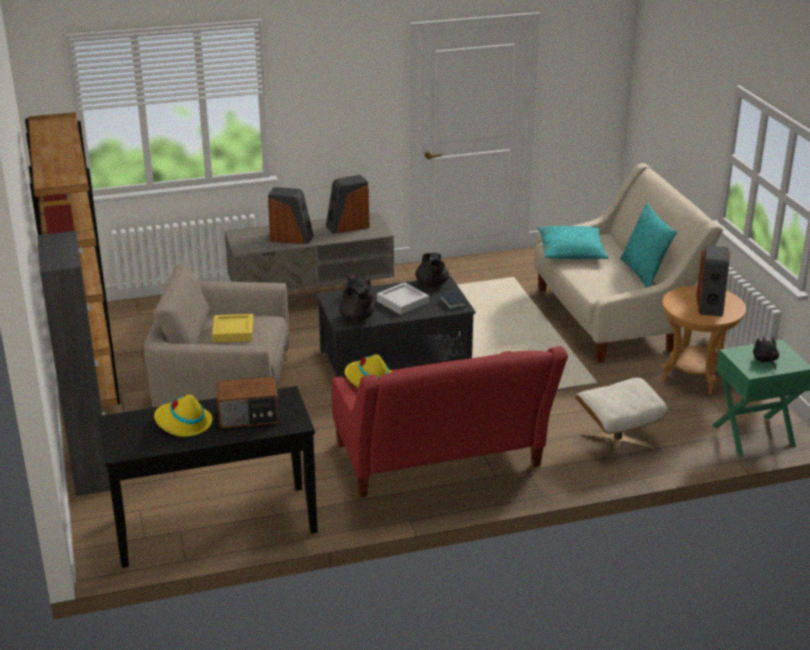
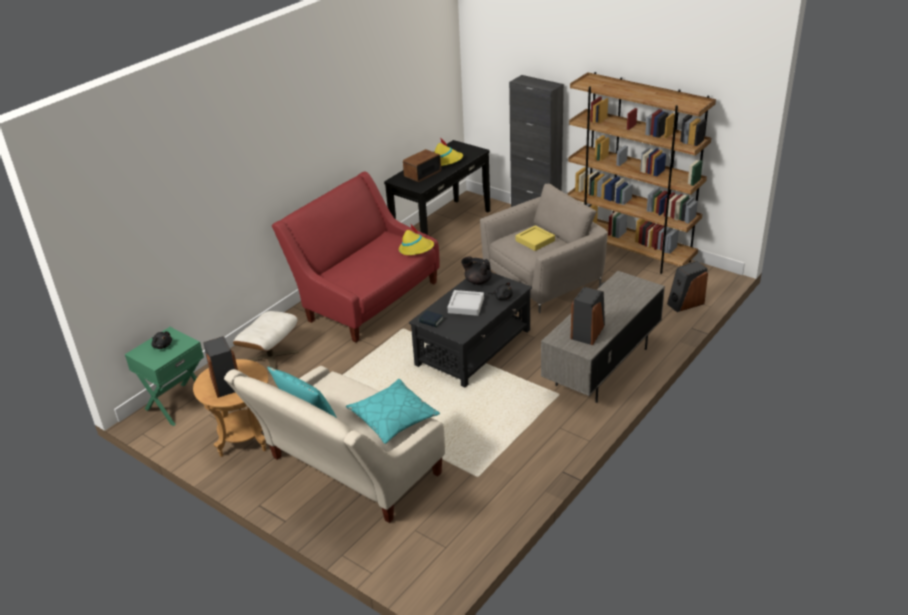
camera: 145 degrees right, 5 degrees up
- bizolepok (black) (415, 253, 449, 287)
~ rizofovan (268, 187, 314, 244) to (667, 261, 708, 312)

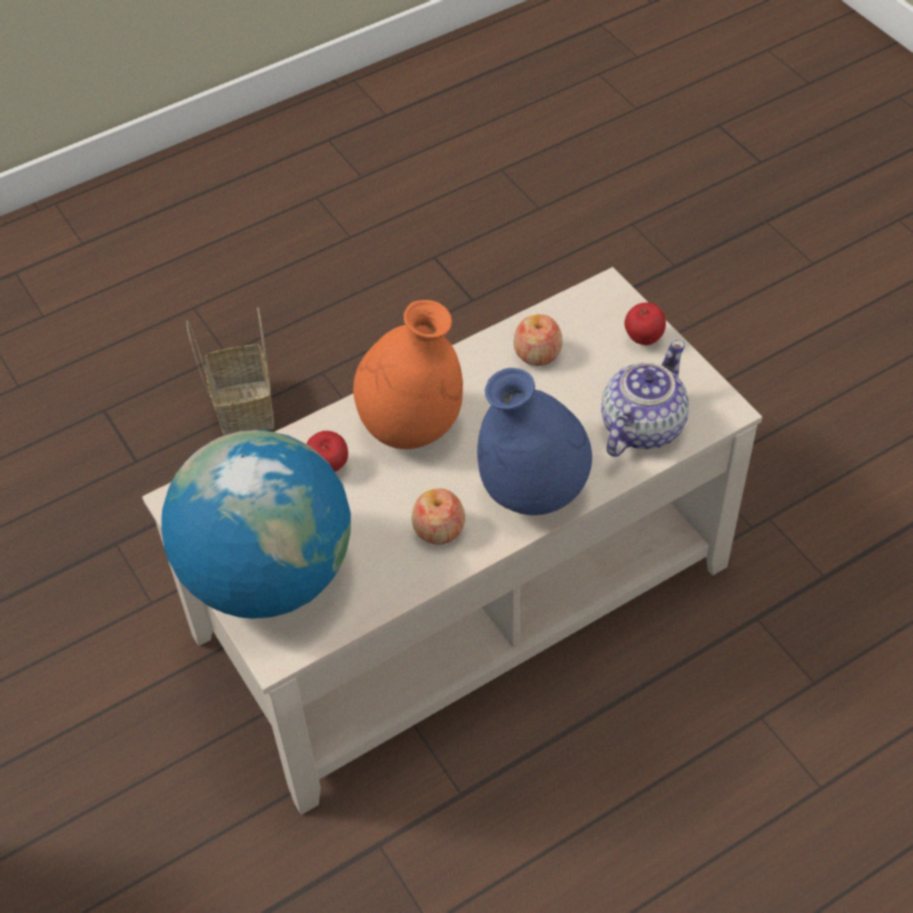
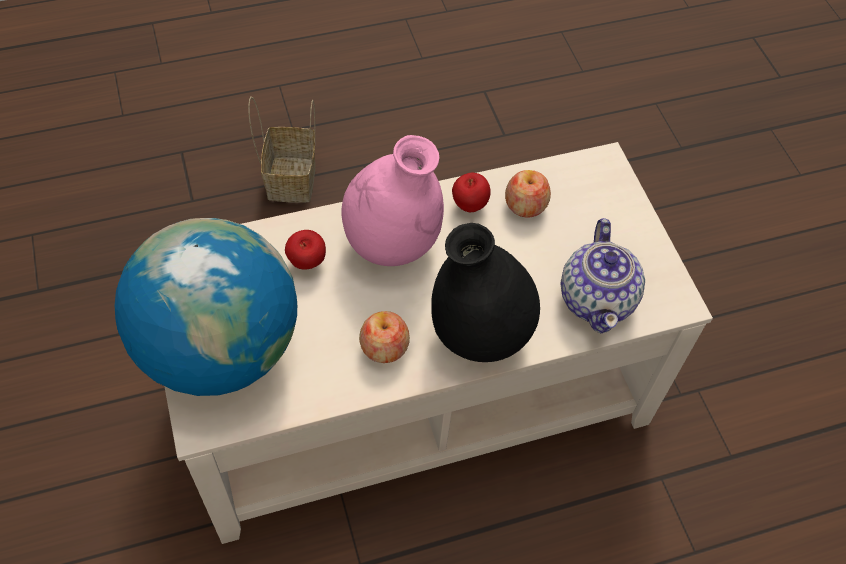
camera: 10 degrees right, 5 degrees up
~ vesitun (624, 303, 666, 345) to (452, 173, 491, 212)
~ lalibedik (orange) (353, 300, 463, 449) to lalibedik (pink) (342, 135, 444, 266)
~ lalibedik (blue) (477, 368, 592, 515) to lalibedik (black) (431, 223, 540, 362)
~ bizolepok (601, 340, 689, 457) = (561, 218, 645, 333) 135 degrees clockwise

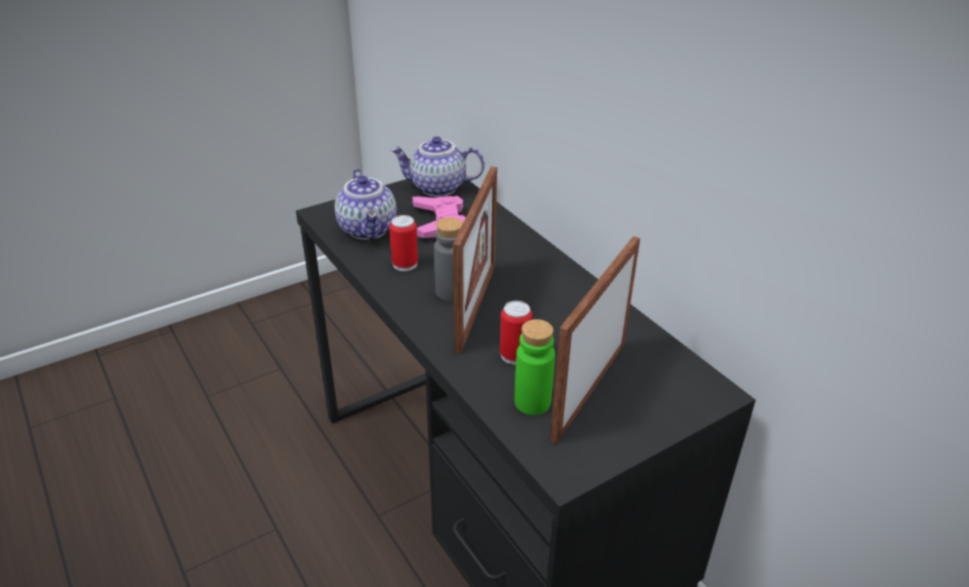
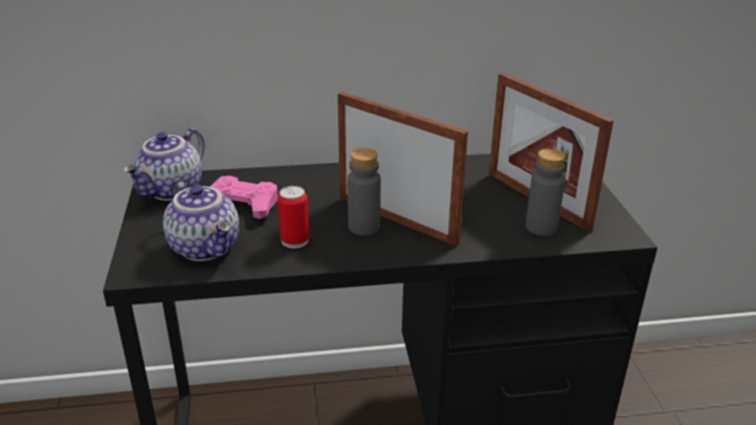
camera: 65 degrees left, 5 degrees down
- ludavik (500, 301, 532, 365)
~ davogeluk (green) (514, 319, 555, 415) to davogeluk (grey) (525, 149, 566, 236)
~ bizolepok (335, 169, 397, 240) = (163, 179, 239, 261) 45 degrees clockwise

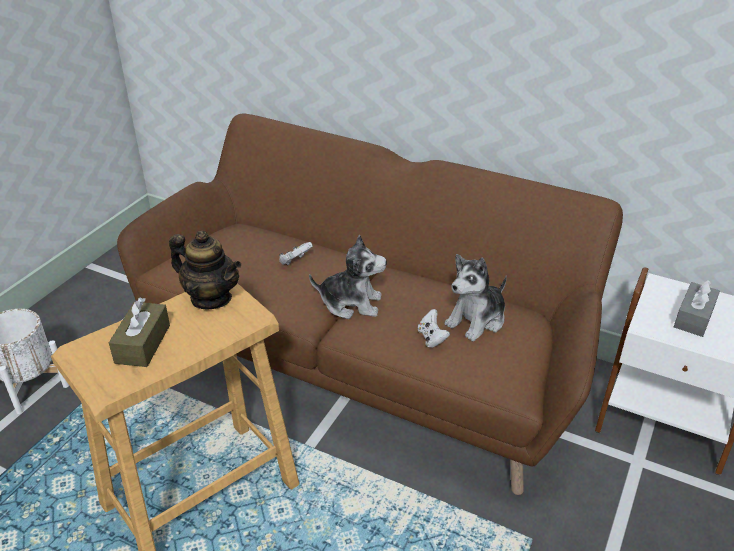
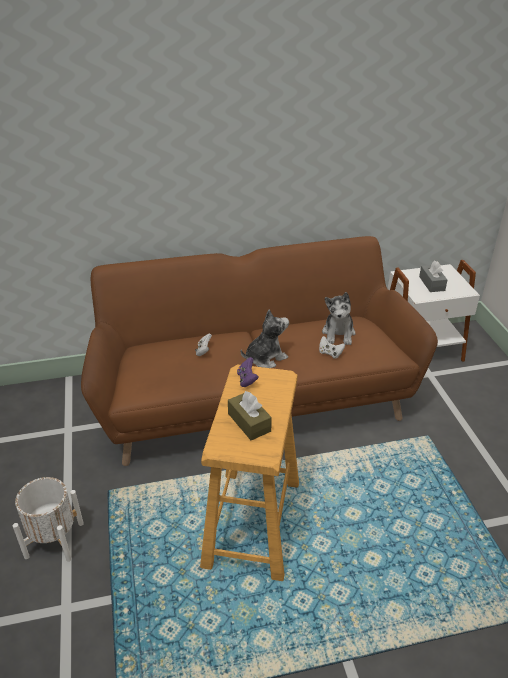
camera: 40 degrees left, 0 degrees up
~ bizolepok (169, 231, 241, 309) to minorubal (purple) (237, 357, 259, 387)

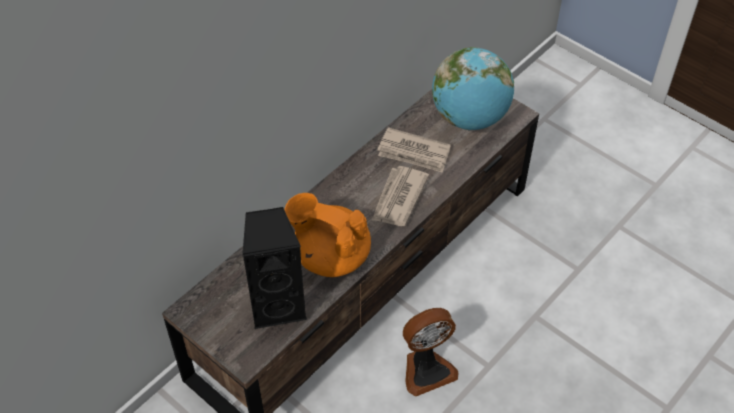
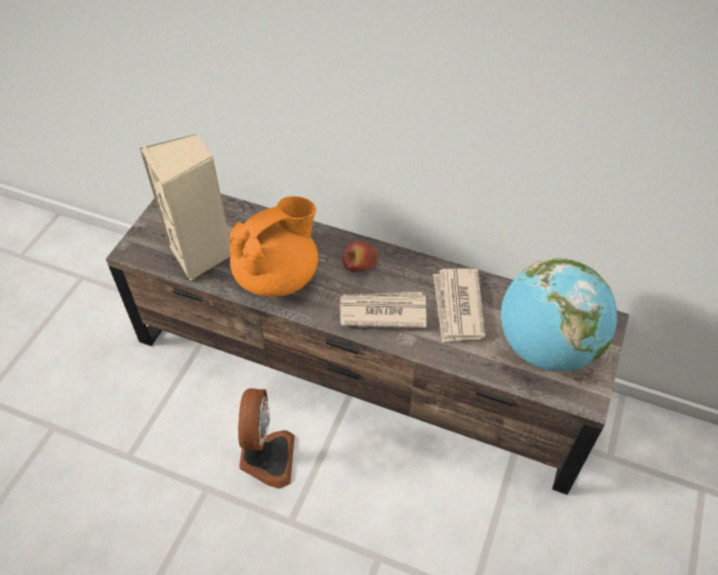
camera: 70 degrees right, 0 degrees up
+ vesitun (342, 241, 378, 272)
~ rizofovan (black) (242, 207, 307, 329) to rizofovan (beige) (140, 134, 231, 281)
~ bizolepok (orange) (285, 193, 371, 277) = (229, 196, 318, 297) 45 degrees clockwise
~ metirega (403, 308, 459, 396) = (238, 388, 295, 489) 135 degrees counterclockwise

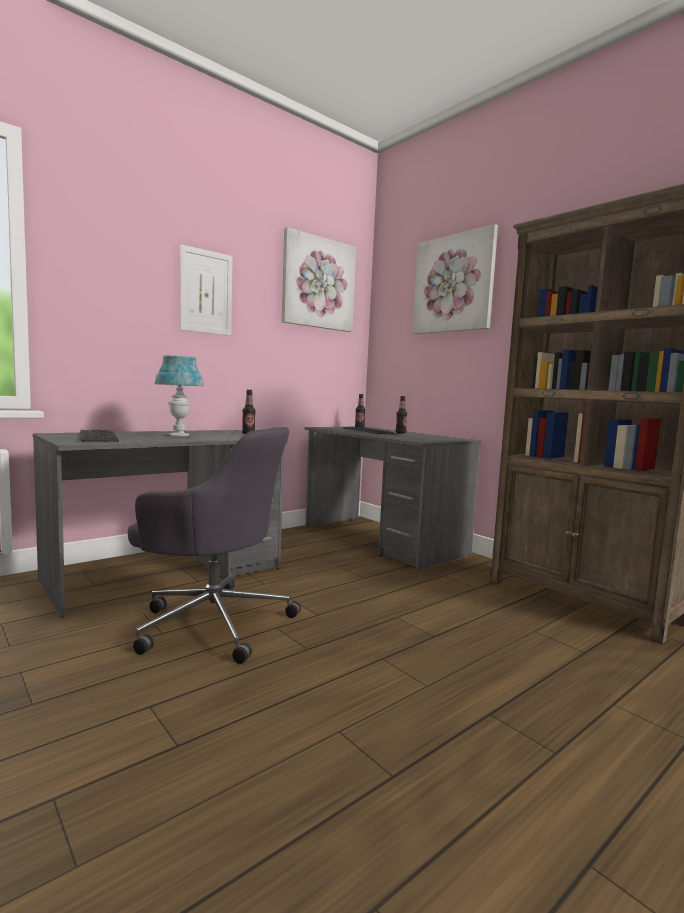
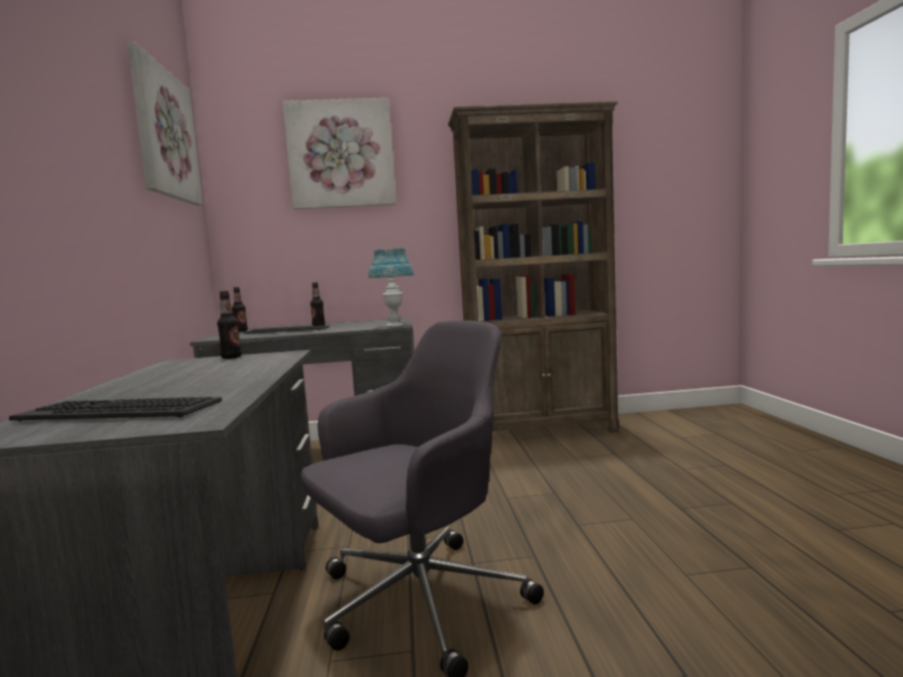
camera: 55 degrees left, 0 degrees up
- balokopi (180, 245, 233, 336)
~ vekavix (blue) (155, 356, 204, 437) to (368, 248, 414, 327)

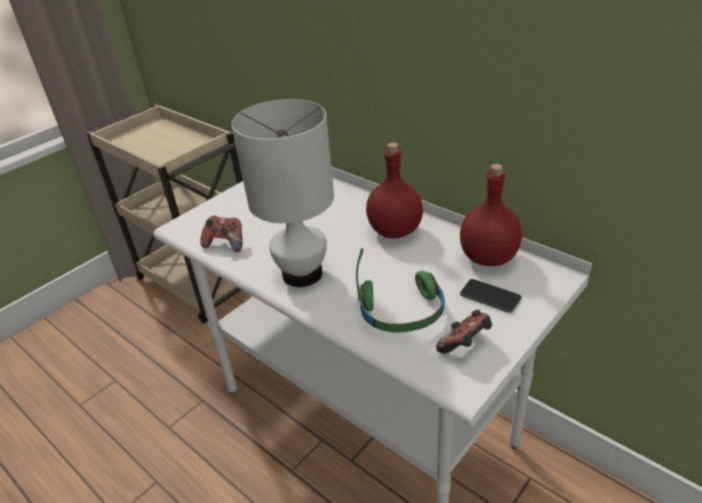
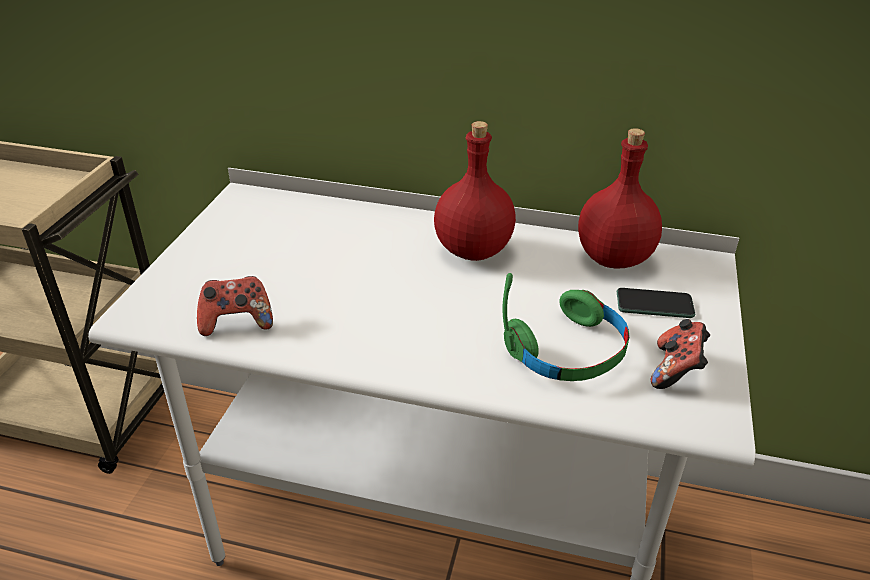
camera: 30 degrees left, 0 degrees up
- vekavix (white) (231, 99, 334, 287)

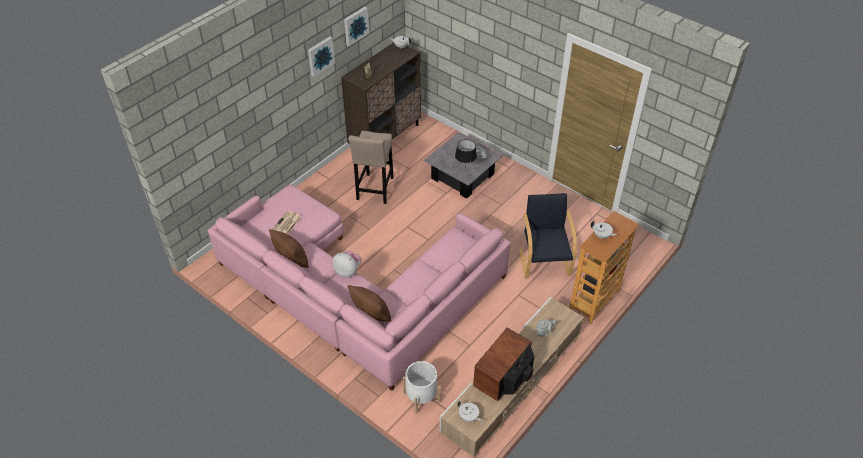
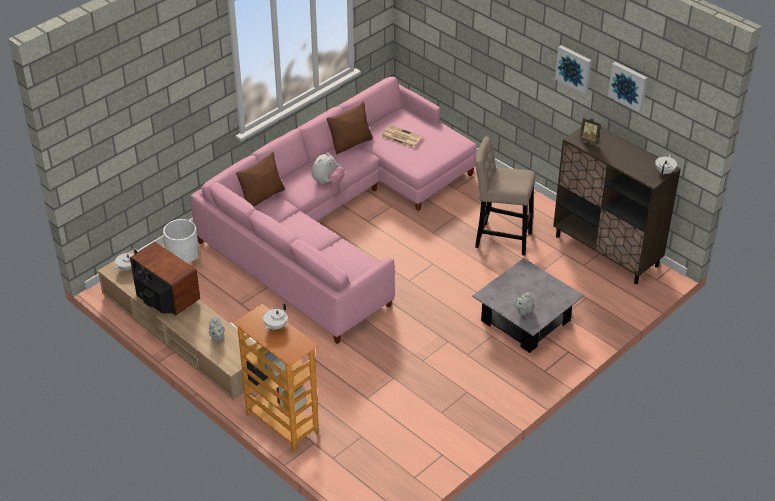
camera: 95 degrees right, 5 degrees down
- vekavix (black) (455, 139, 477, 170)
- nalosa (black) (519, 193, 577, 278)

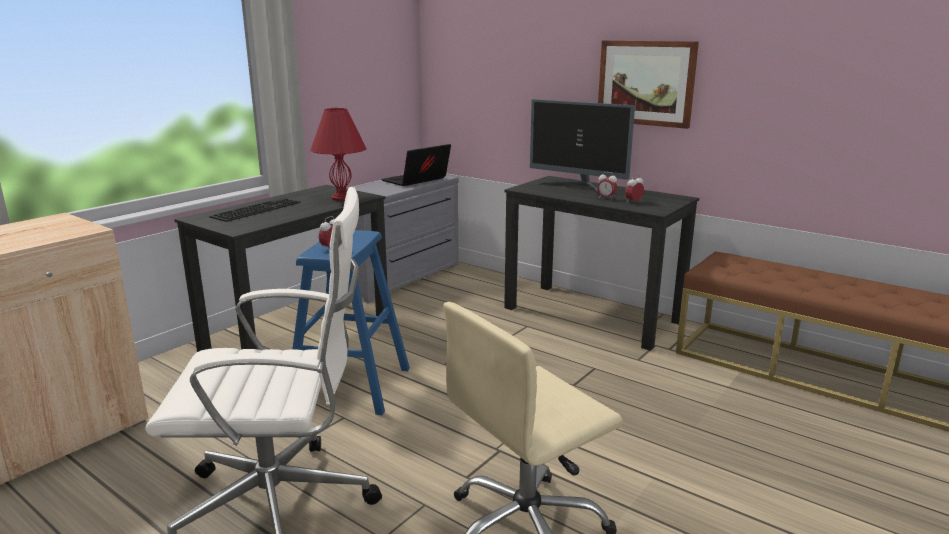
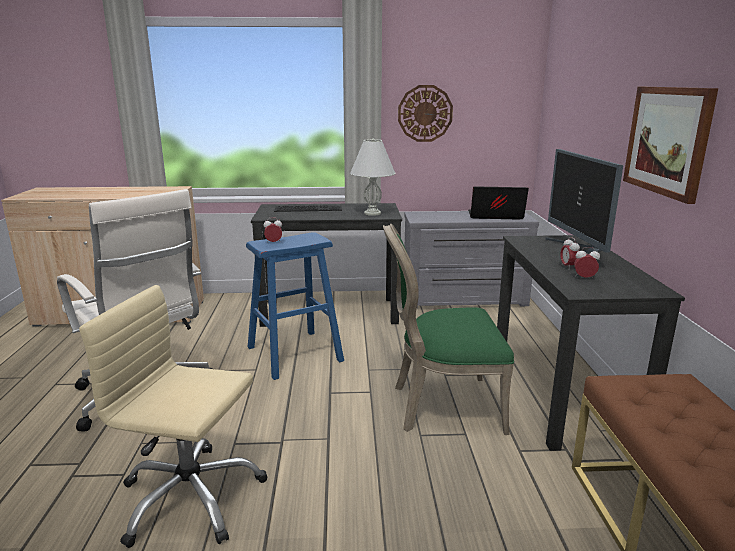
camera: 50 degrees right, 0 degrees up
+ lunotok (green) (383, 224, 514, 435)
+ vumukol (398, 85, 453, 142)
~ vekavix (red) (310, 107, 367, 201) to vekavix (white) (350, 139, 396, 216)

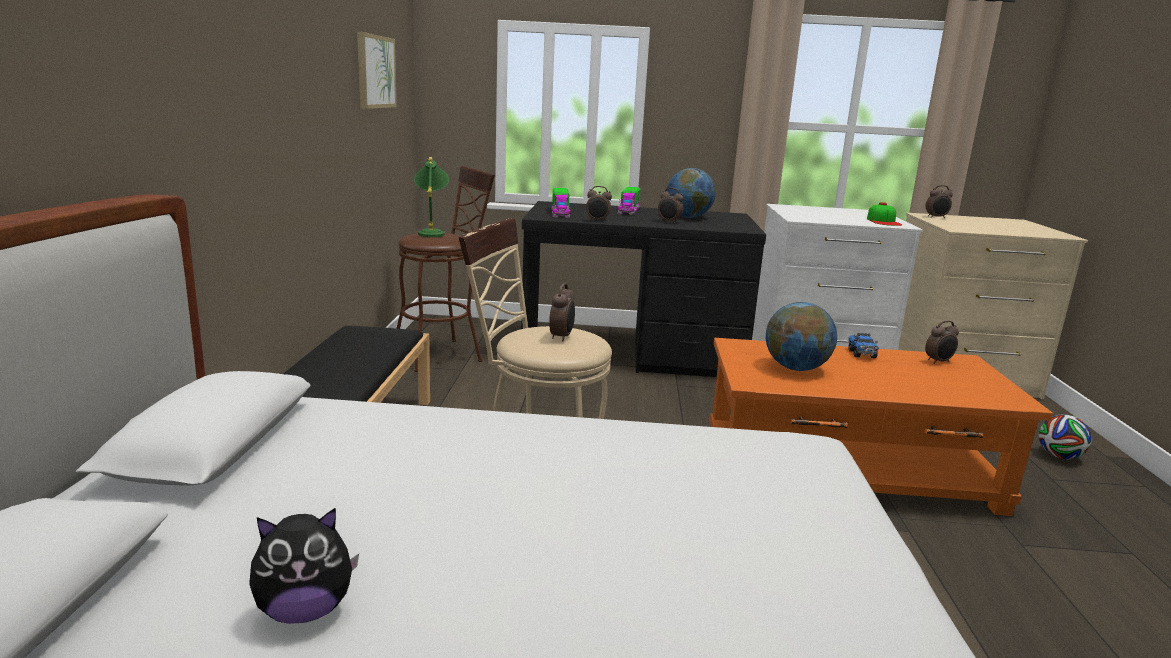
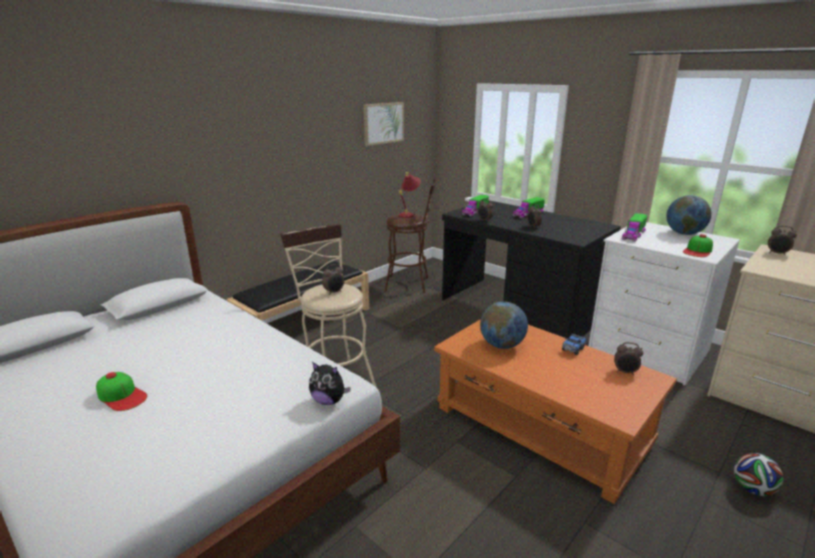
camera: 40 degrees right, 5 degrees up
+ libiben (96, 372, 147, 411)
+ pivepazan (622, 213, 647, 242)
~ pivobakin (249, 508, 359, 624) to (309, 362, 351, 405)
~ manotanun (666, 168, 716, 218) to (666, 195, 712, 235)
~ vekavix (green) (414, 157, 449, 237) to vekavix (red) (399, 172, 421, 218)

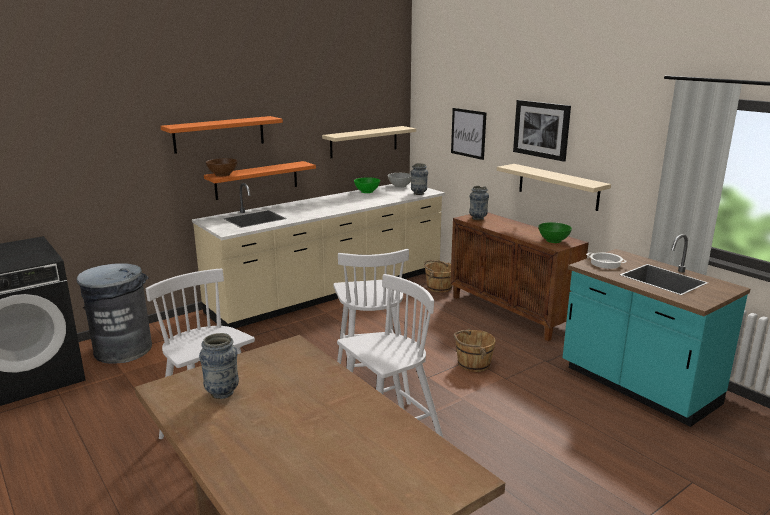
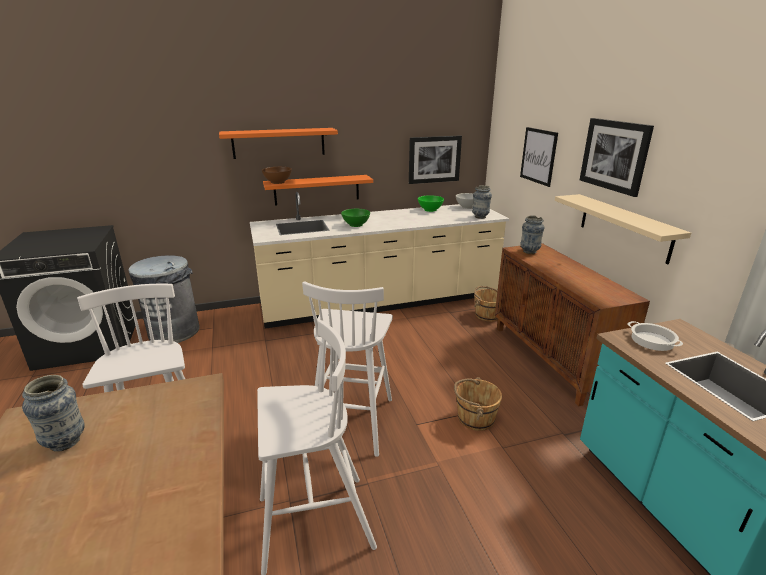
camera: 20 degrees right, 5 degrees up
~ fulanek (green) (538, 222, 572, 243) to (341, 209, 370, 227)
~ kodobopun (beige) (322, 126, 416, 158) to balokopi (409, 135, 462, 184)

